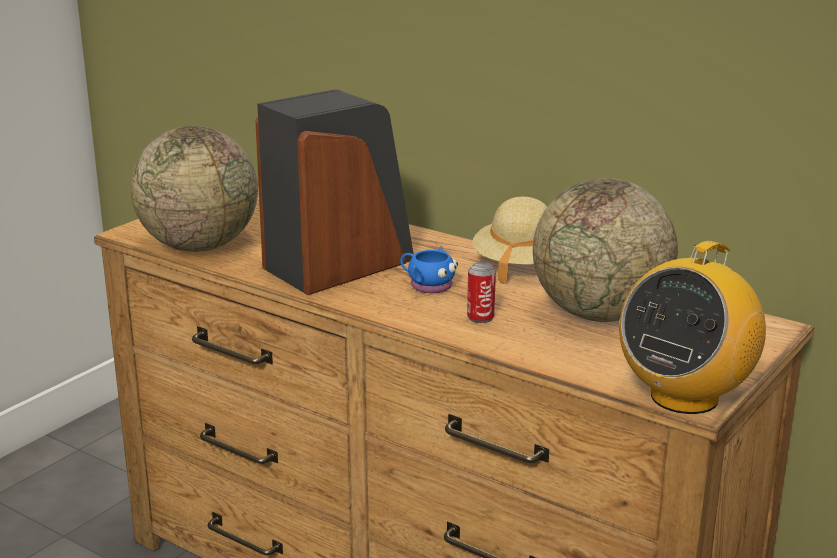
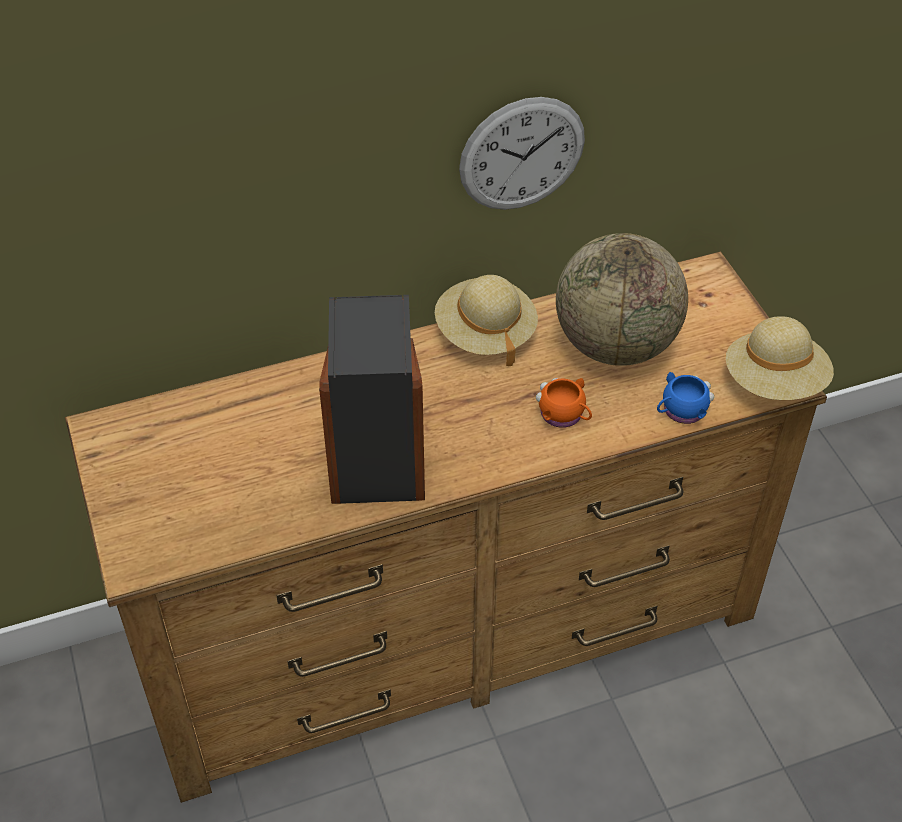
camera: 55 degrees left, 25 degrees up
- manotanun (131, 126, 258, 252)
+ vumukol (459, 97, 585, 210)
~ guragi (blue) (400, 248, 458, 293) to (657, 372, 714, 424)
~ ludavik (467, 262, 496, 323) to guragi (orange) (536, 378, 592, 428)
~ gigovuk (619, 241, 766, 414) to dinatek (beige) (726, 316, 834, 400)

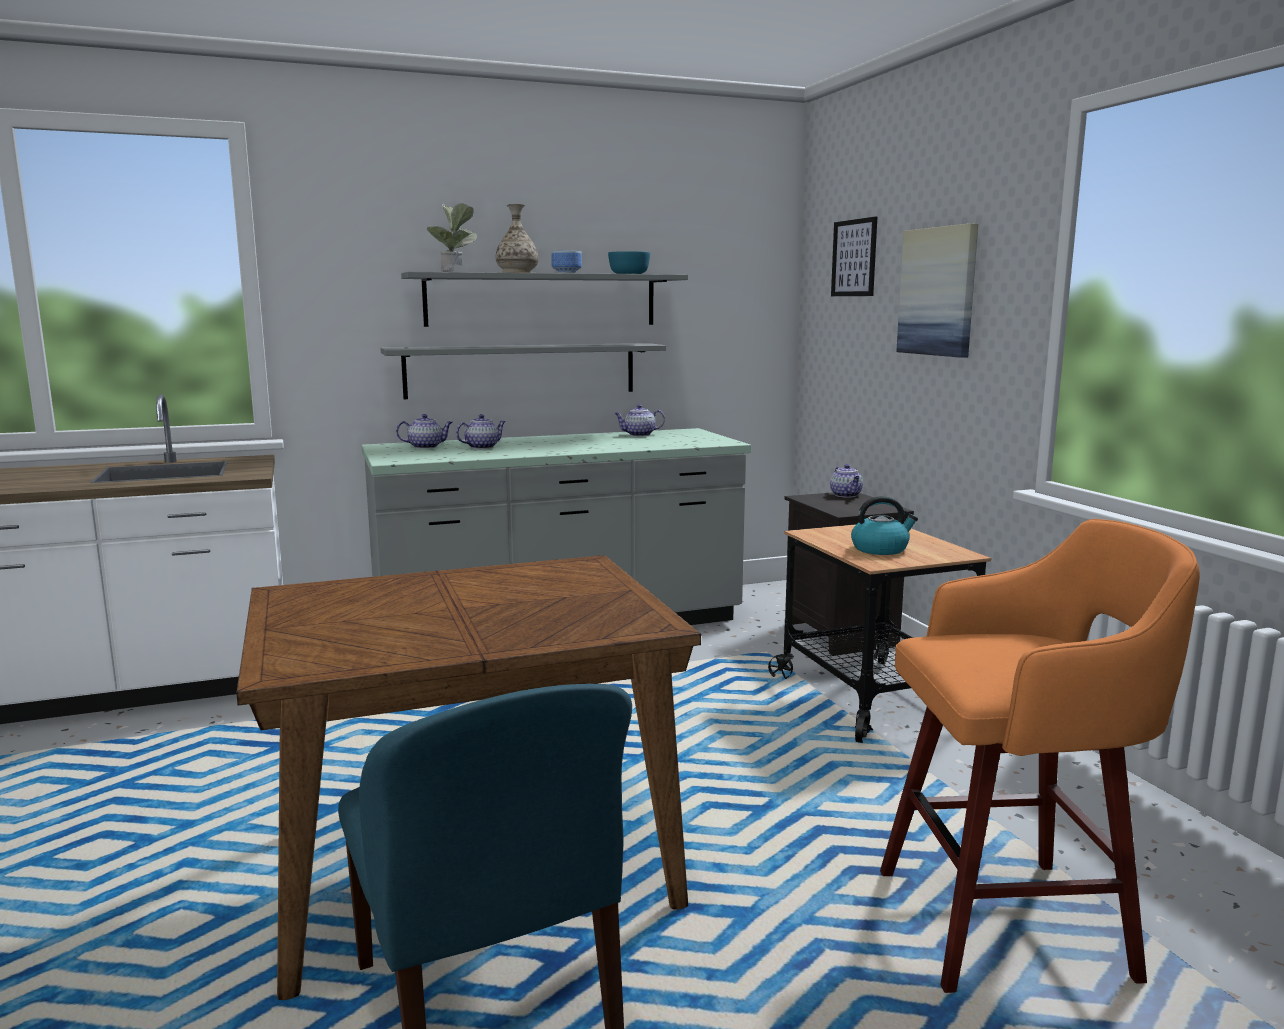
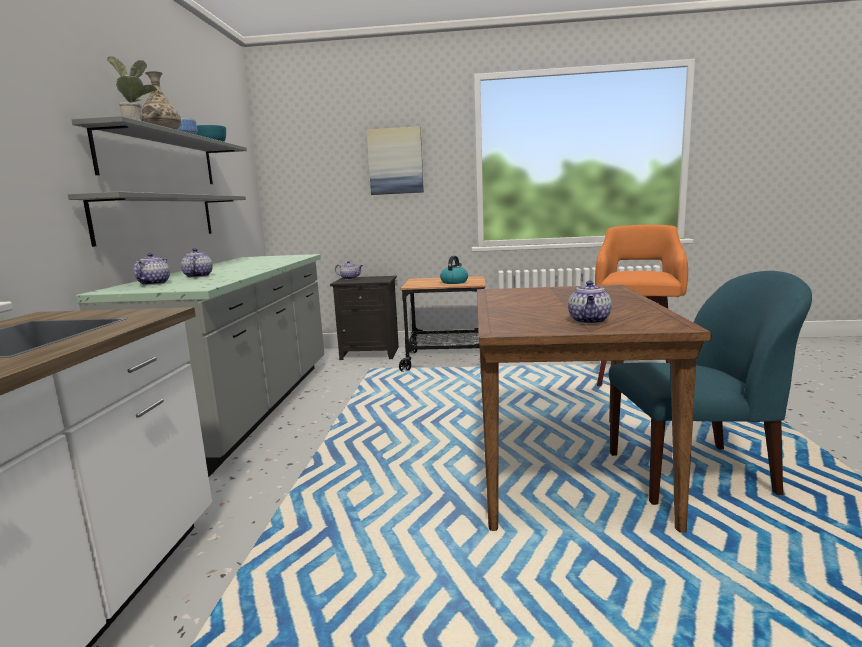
camera: 65 degrees left, 0 degrees up
- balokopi (831, 217, 877, 296)
~ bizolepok (614, 404, 665, 436) to (568, 281, 612, 324)

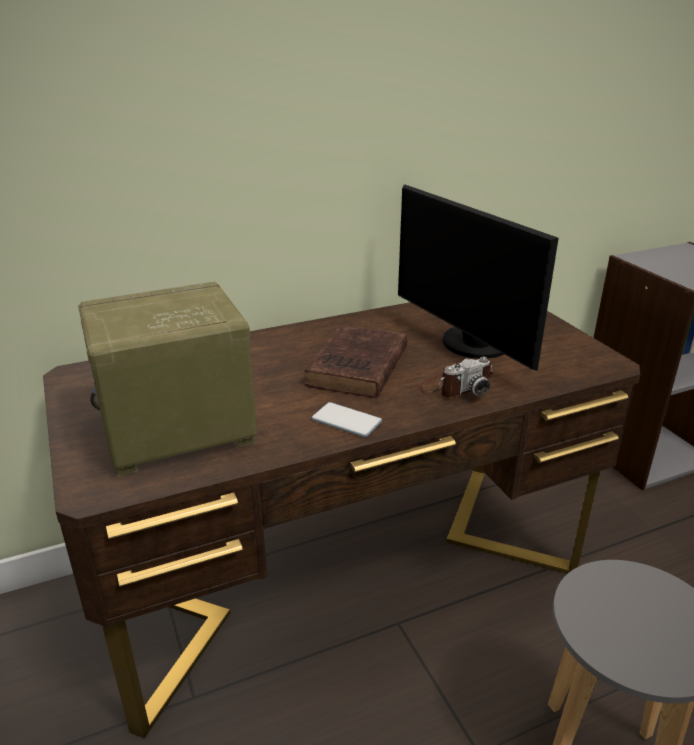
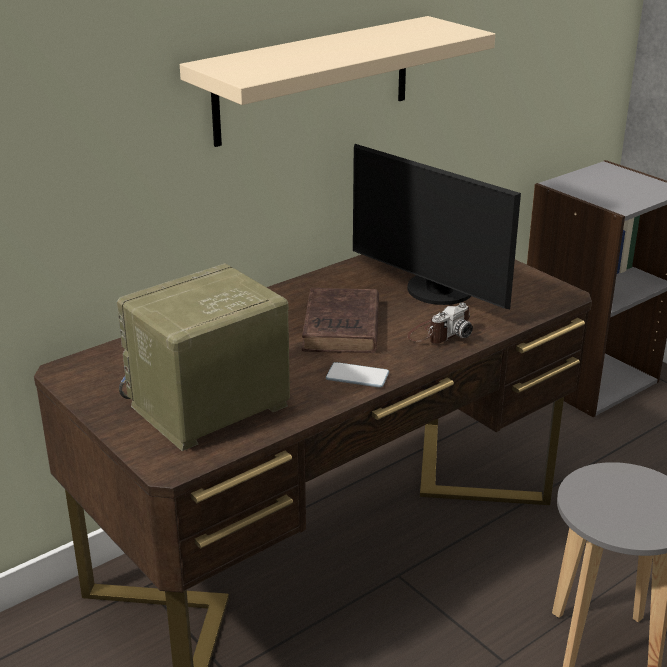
camera: 15 degrees left, 0 degrees up
+ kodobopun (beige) (180, 16, 495, 147)

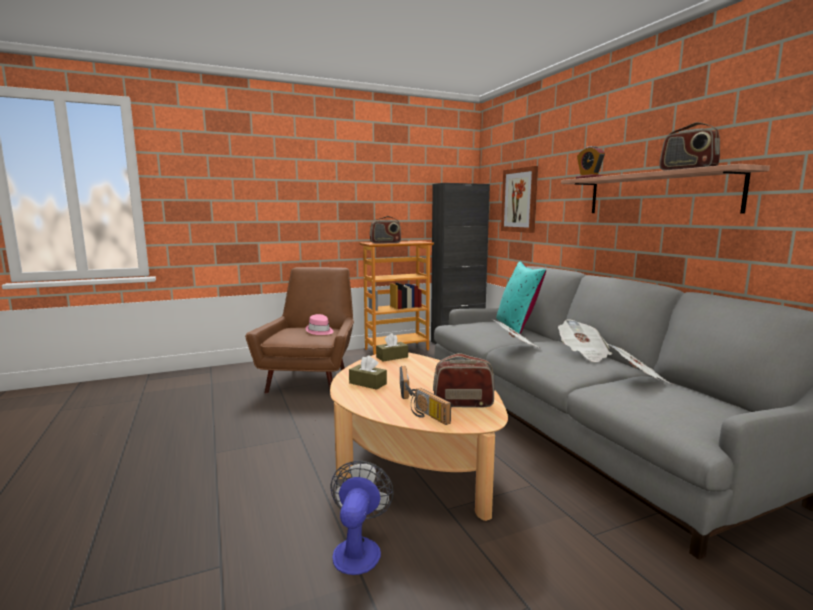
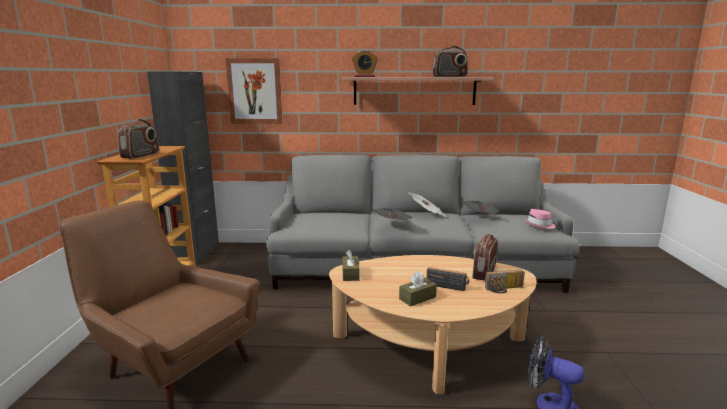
camera: 65 degrees left, 5 degrees up
- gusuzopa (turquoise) (496, 262, 546, 334)
~ dinatek (pink) (306, 314, 334, 335) to (524, 209, 556, 229)

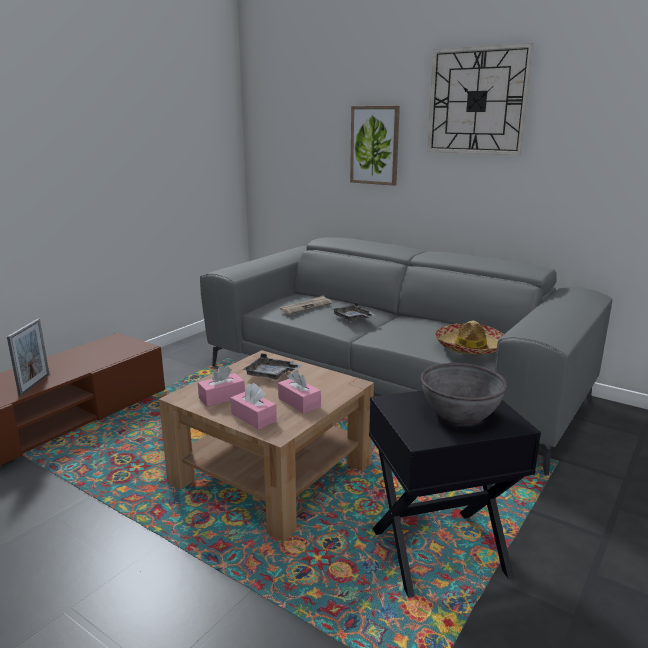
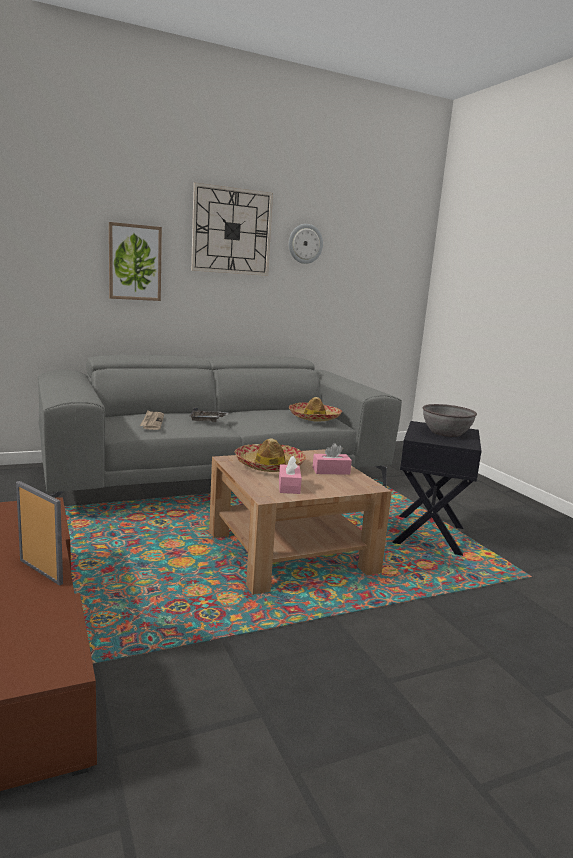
camera: 60 degrees left, 5 degrees down
- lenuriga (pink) (231, 383, 277, 430)
+ vumukol (289, 224, 323, 264)
~ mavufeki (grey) (242, 353, 302, 380) to dinatek (235, 438, 306, 472)

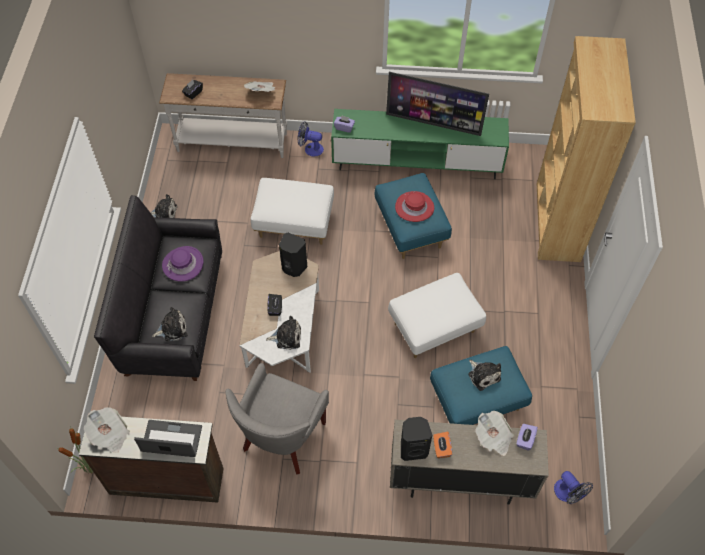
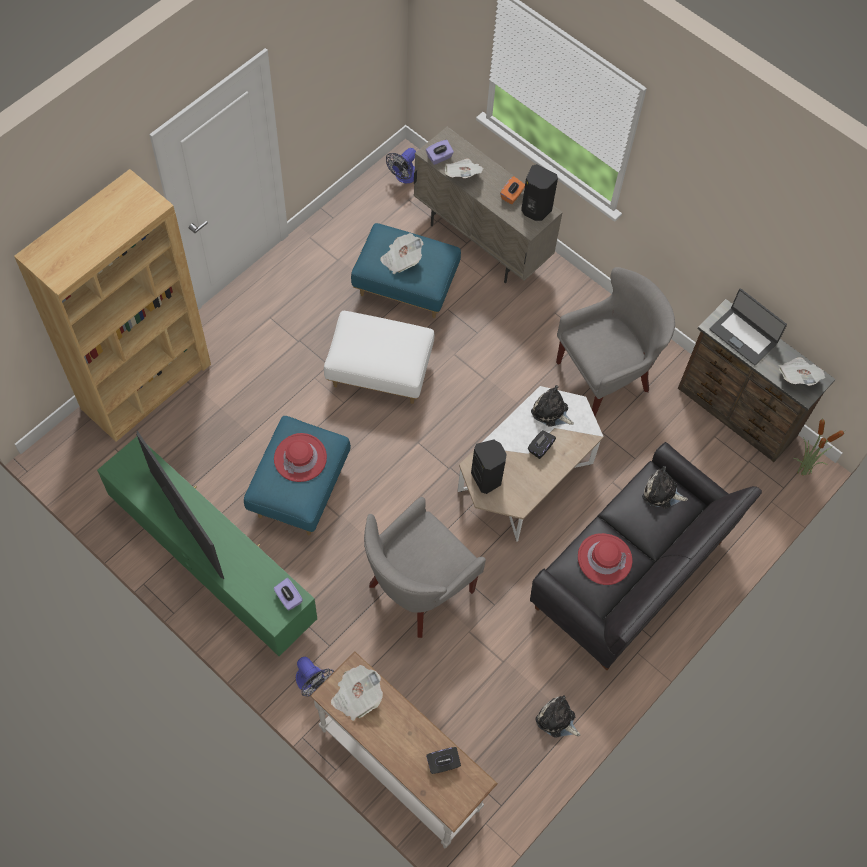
camera: 145 degrees left, 5 degrees up
~ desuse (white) (251, 178, 334, 245) to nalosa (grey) (364, 497, 486, 638)
~ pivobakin (468, 360, 501, 391) to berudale (380, 233, 423, 274)
~ dinatek (purple) (162, 246, 203, 282) to dinatek (red) (578, 533, 632, 585)
~ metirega (554, 471, 593, 504) = (386, 148, 416, 183) 150 degrees counterclockwise

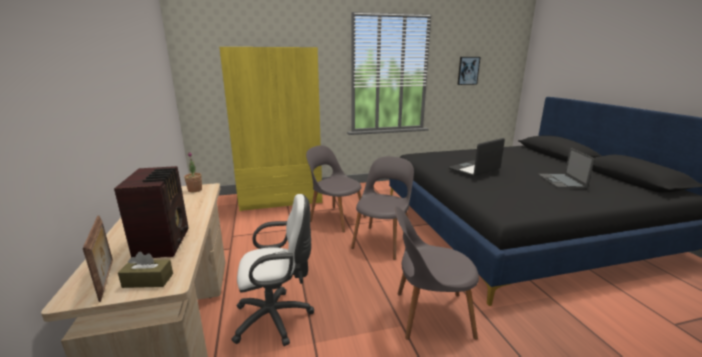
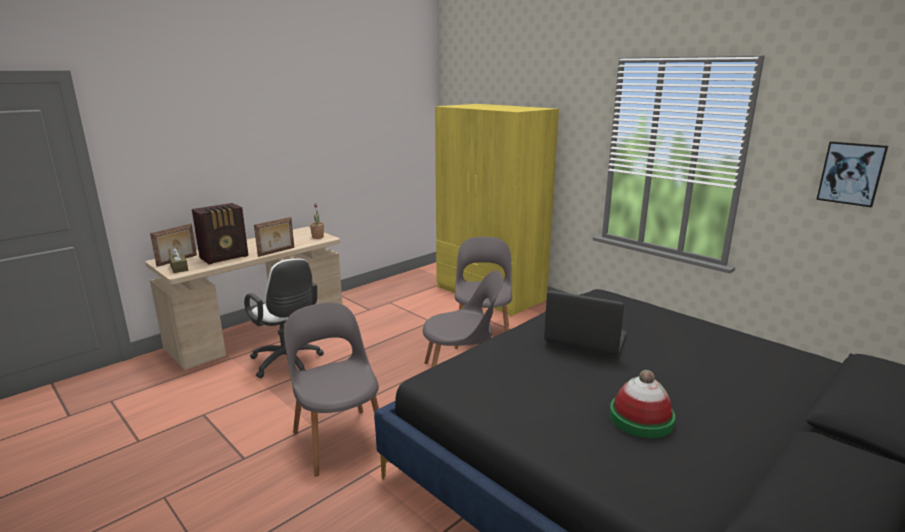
camera: 60 degrees right, 0 degrees up
+ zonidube (254, 217, 294, 257)
~ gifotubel (538, 148, 595, 188) to dinatek (609, 370, 675, 438)

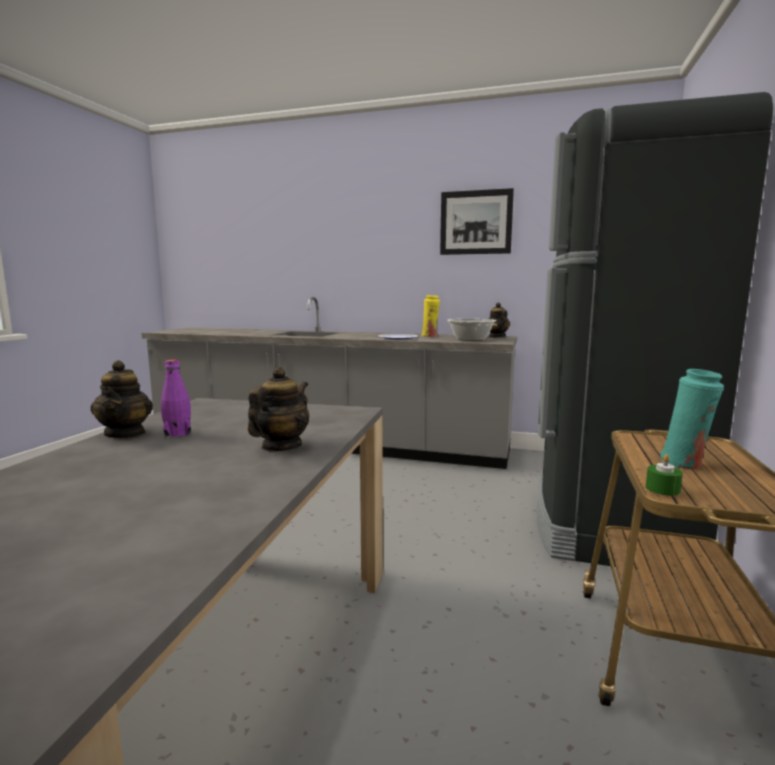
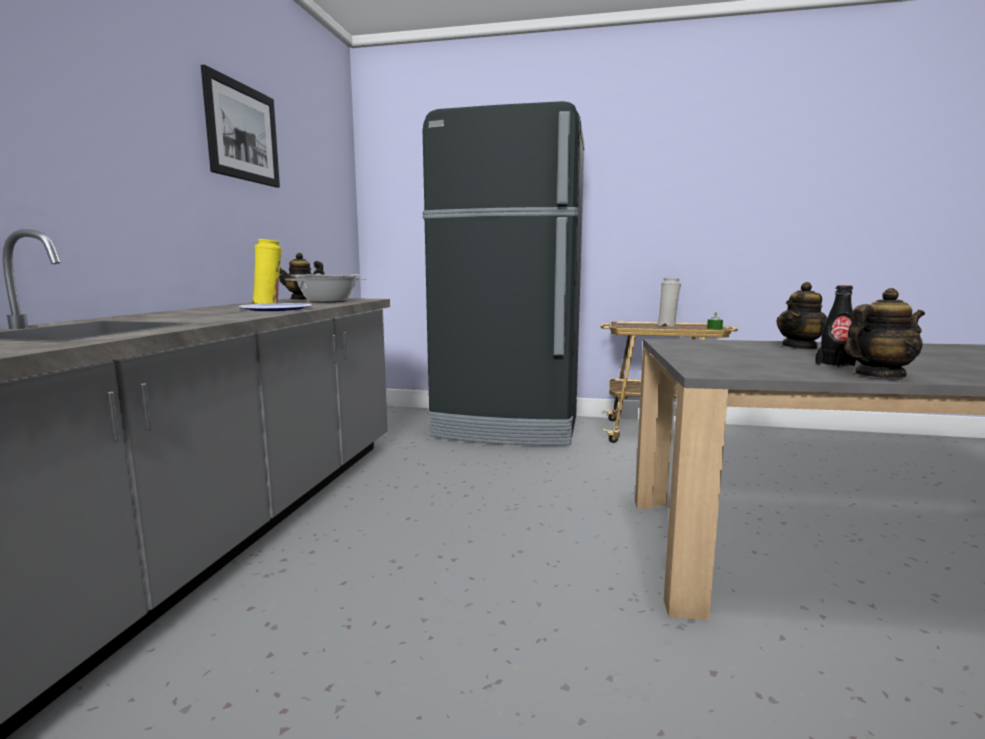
camera: 95 degrees left, 0 degrees up
~ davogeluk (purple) (161, 359, 191, 438) to davogeluk (black) (815, 285, 856, 368)
~ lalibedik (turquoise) (660, 369, 724, 469) to lalibedik (white) (657, 278, 681, 327)
~ bizolepok (248, 367, 309, 451) = (776, 282, 827, 350) 60 degrees counterclockwise

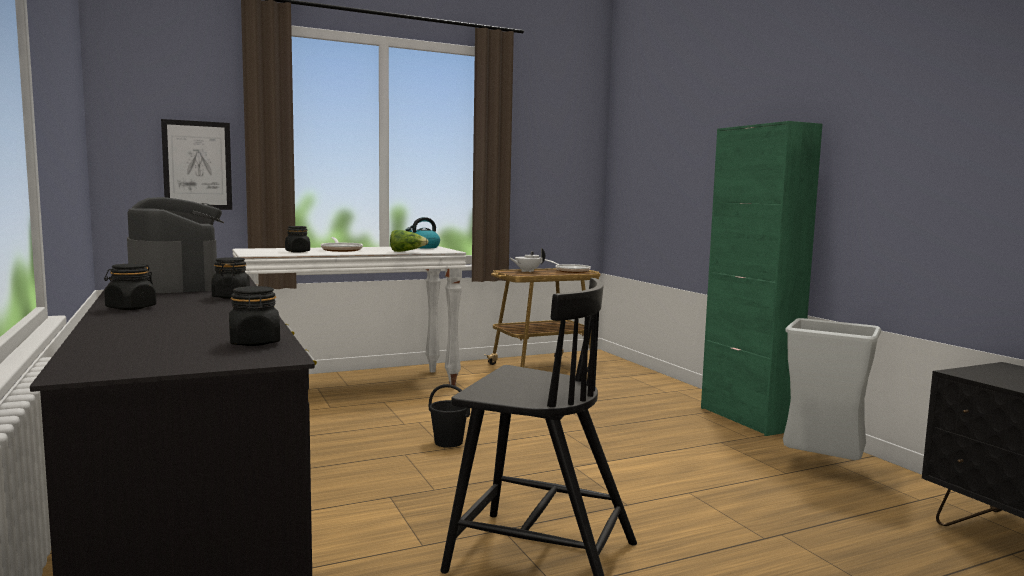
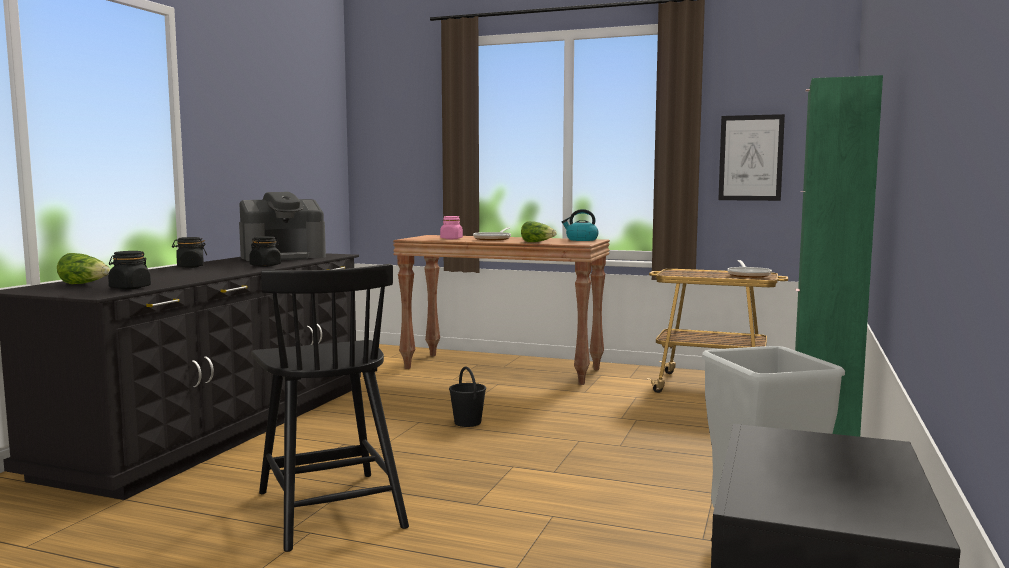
camera: 45 degrees right, 0 degrees up
- bizolepok (white) (510, 248, 545, 272)
+ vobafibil (57, 253, 110, 284)
~ balokopi (161, 119, 232, 210) to (718, 114, 785, 201)
~ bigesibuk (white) (232, 246, 466, 386) to bigesibuk (brown) (393, 235, 610, 385)
~ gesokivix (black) (285, 226, 310, 252) to gesokivix (pink) (440, 216, 463, 239)
~ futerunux (127, 197, 224, 293) = (239, 192, 326, 261) 45 degrees clockwise

